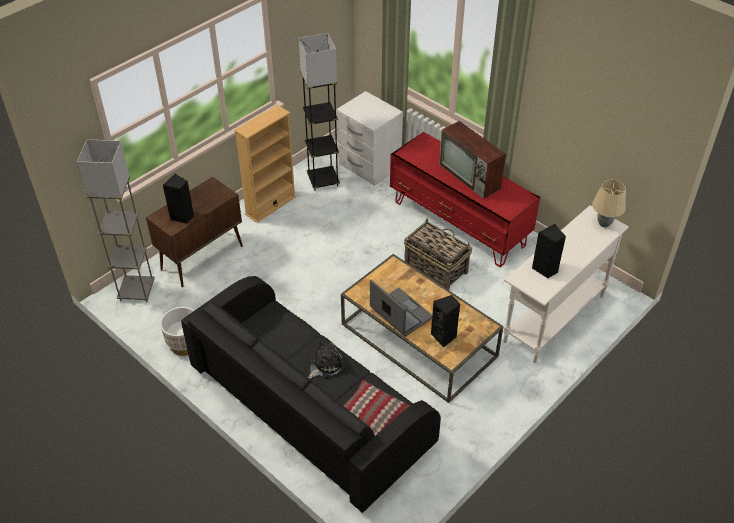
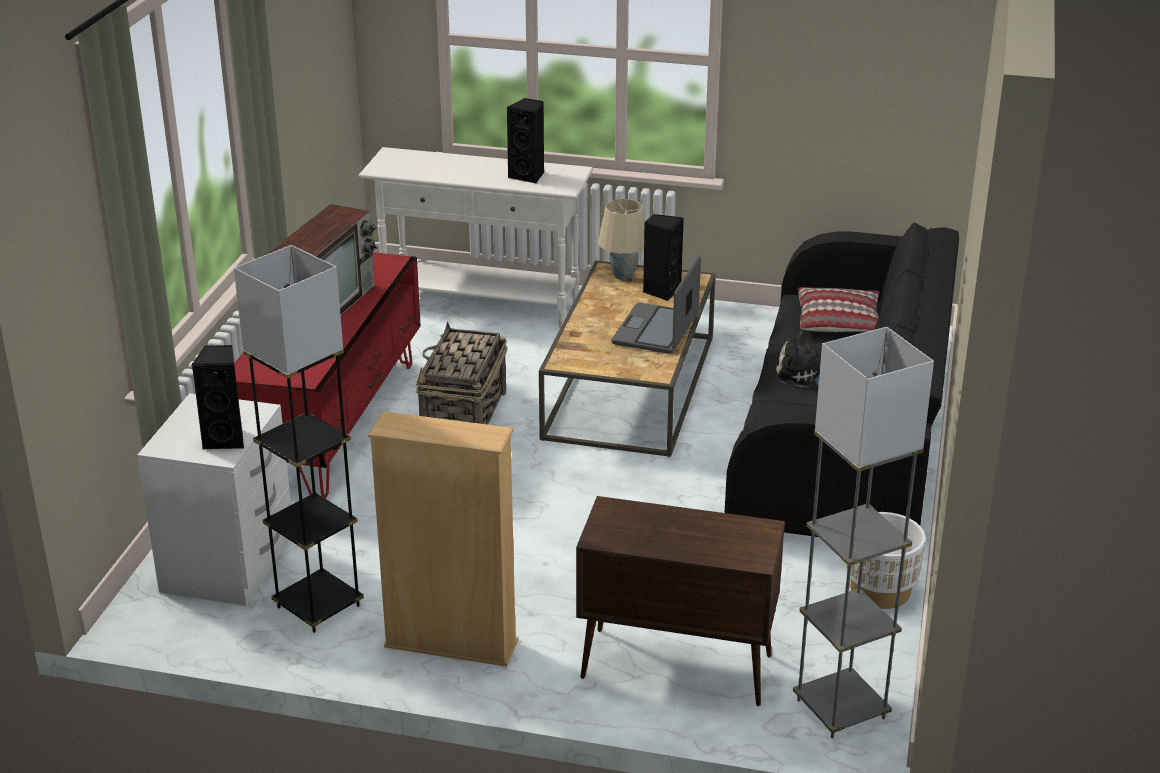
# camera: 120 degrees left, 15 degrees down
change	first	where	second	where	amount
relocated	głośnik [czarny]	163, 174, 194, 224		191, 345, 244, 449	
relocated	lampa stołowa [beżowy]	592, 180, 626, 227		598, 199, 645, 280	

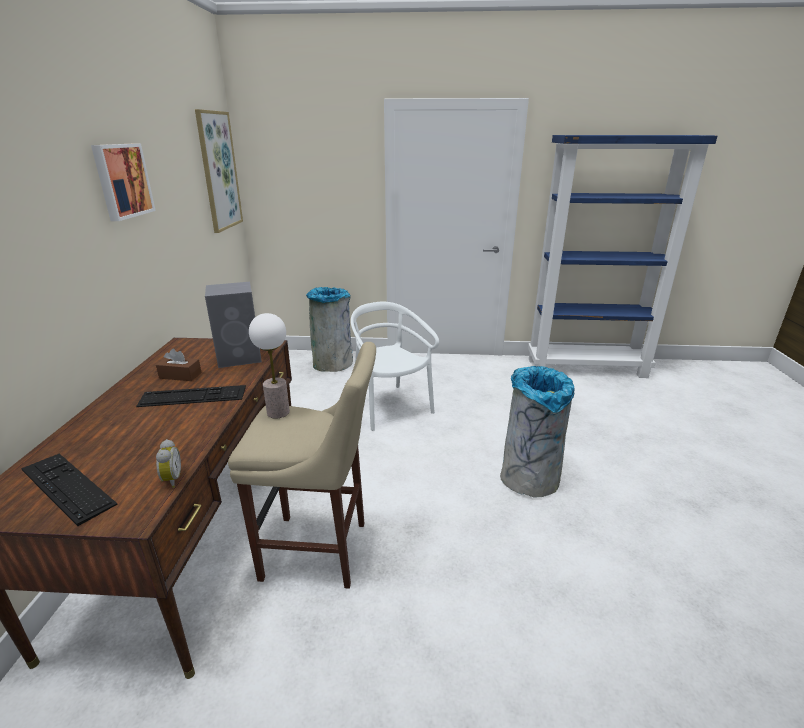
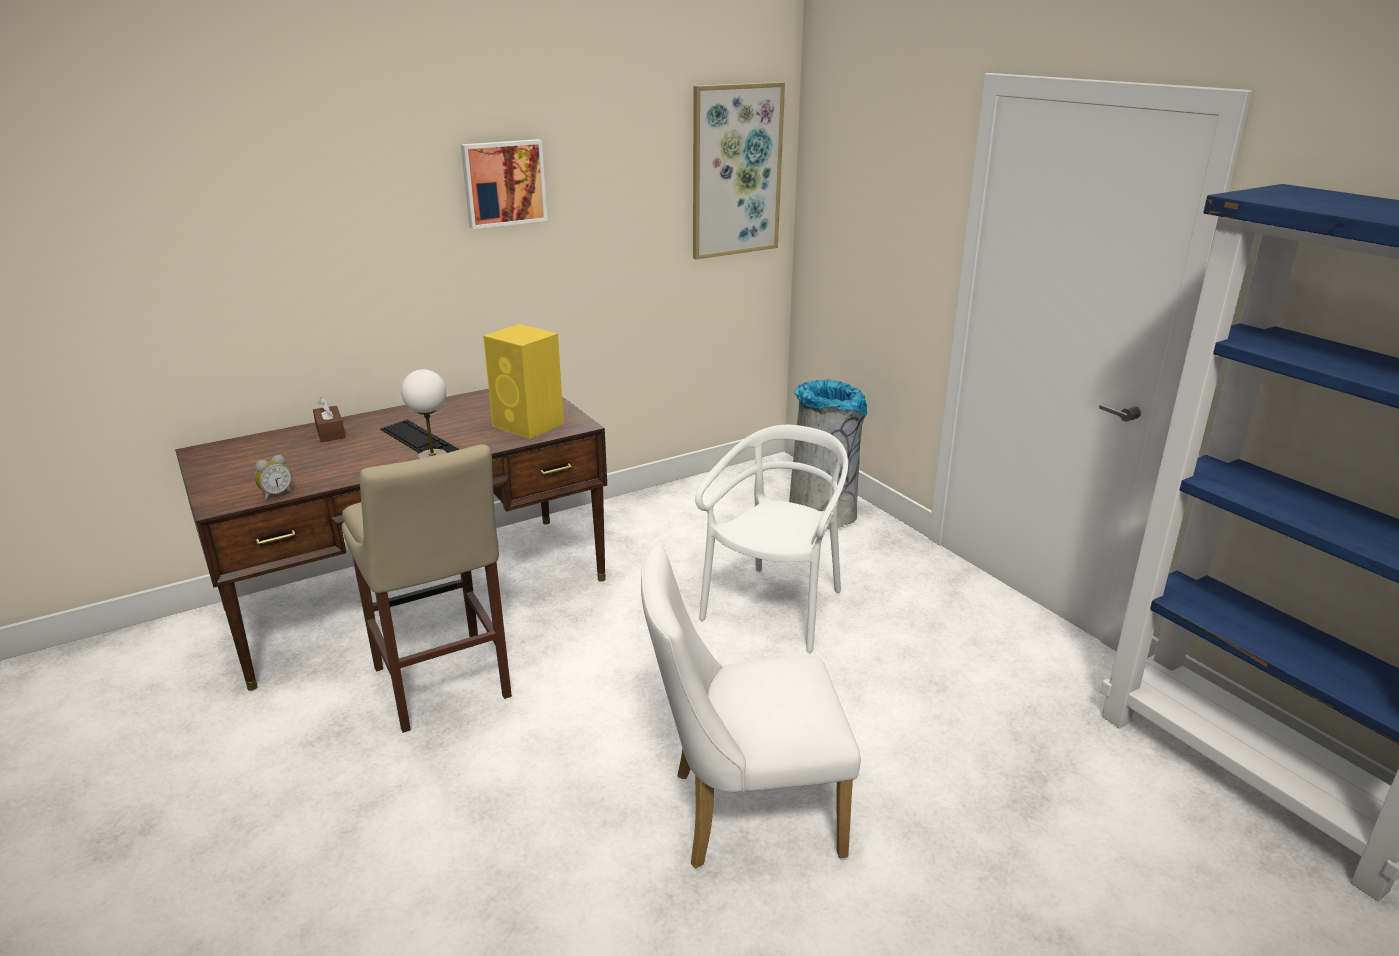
# camera: 55 degrees right, 0 degrees up
change	first	where	second	where	amount
missing	klawiatura	21, 454, 118, 526			
relocated	pudełko chusteczek [brązowy]	156, 349, 202, 381		313, 397, 345, 442	
exchanged	kosz na śmieci [szary]	500, 366, 574, 497	krzesło [biały]	641, 545, 861, 869	
colour	głośnik [szary]	205, 282, 262, 368	głośnik [żółty]	483, 324, 564, 439	

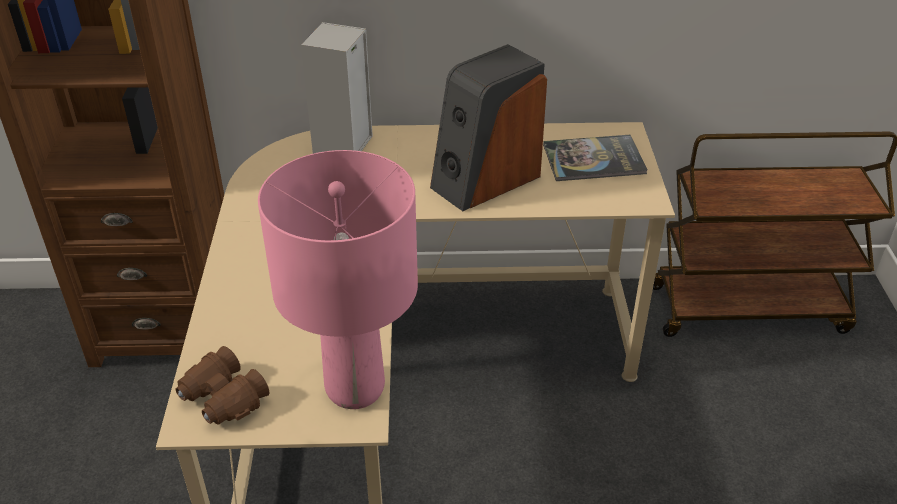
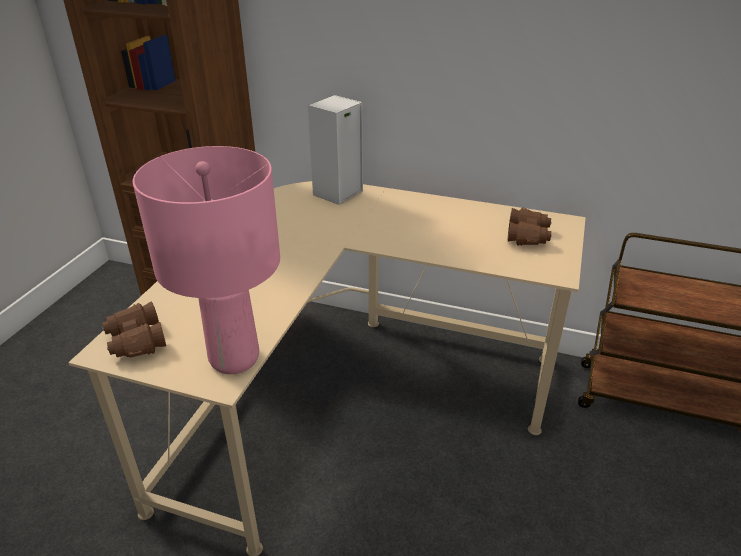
# camera: 20 degrees right, 5 degrees down
change	first	where	second	where	amount
missing	głośnik	430, 44, 547, 211			
exchanged	książka	543, 135, 648, 181	lornetka [brązowy]	508, 207, 552, 246	

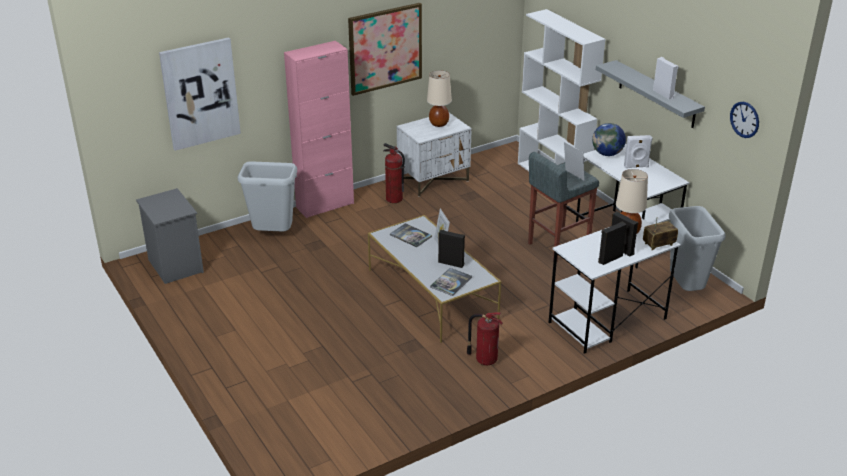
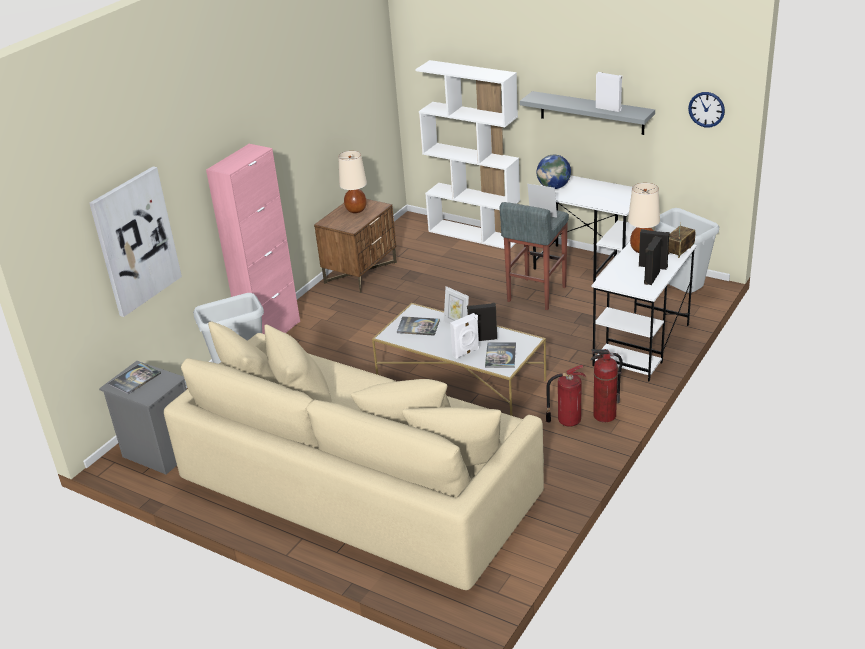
# camera: 25 degrees left, 0 degrees up
change	first	where	second	where	amount
missing	obraz	348, 3, 422, 96			
appeared			książka	109, 363, 161, 394	
appeared			kanapa [beżowy]	164, 321, 544, 590	
relocated	gaśnica	383, 143, 405, 203		590, 349, 623, 422	
relocated	głośnik [biały]	624, 135, 653, 168		450, 313, 480, 359	
colour	szafka nocna [biały]	397, 113, 472, 197	szafka nocna [brązowy]	314, 199, 397, 293	

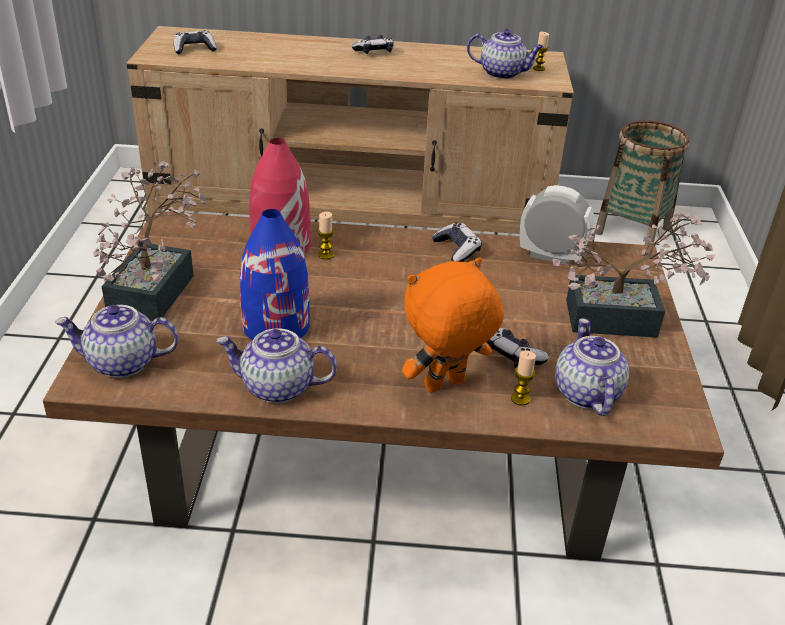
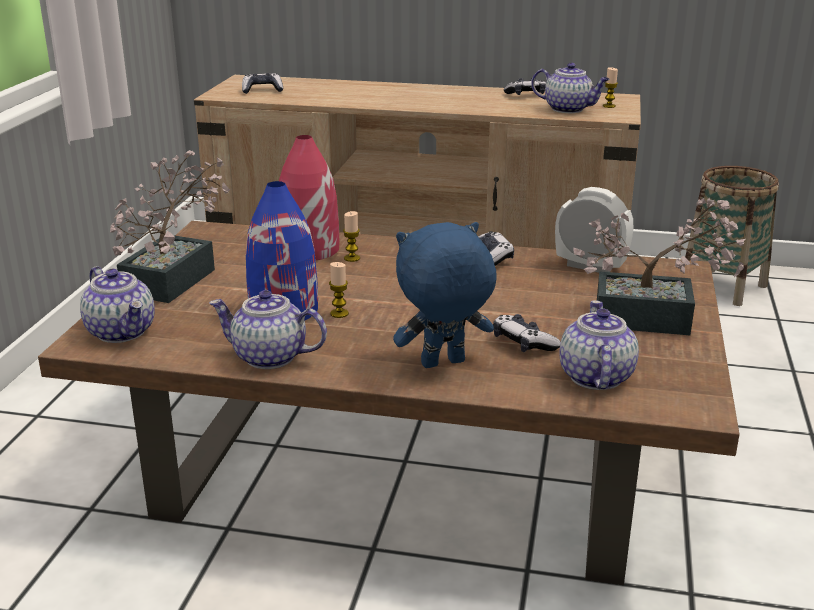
# camera: 10 degrees right, 10 degrees down
change	first	where	second	where	amount
relocated	pad do gier	352, 35, 394, 54		504, 77, 546, 95	
relocated	świeca	511, 350, 536, 406		329, 262, 349, 318	
colour	pluszak [pomarańczowy]	402, 257, 504, 393	pluszak [niebieski]	393, 222, 497, 368	
spun	imbryk	55, 305, 179, 378		80, 266, 155, 343	135 degrees counterclockwise

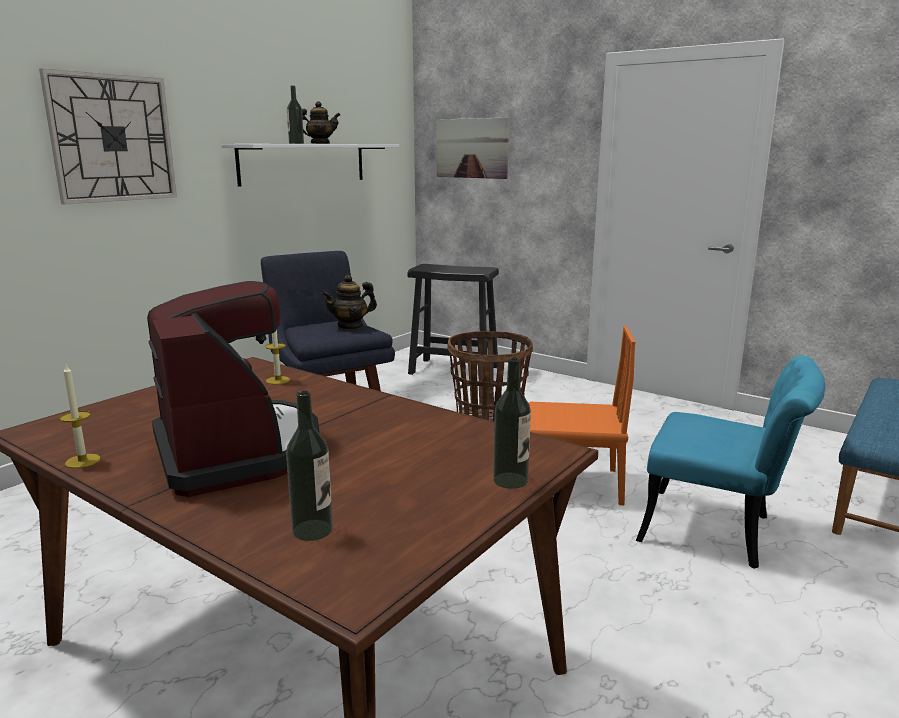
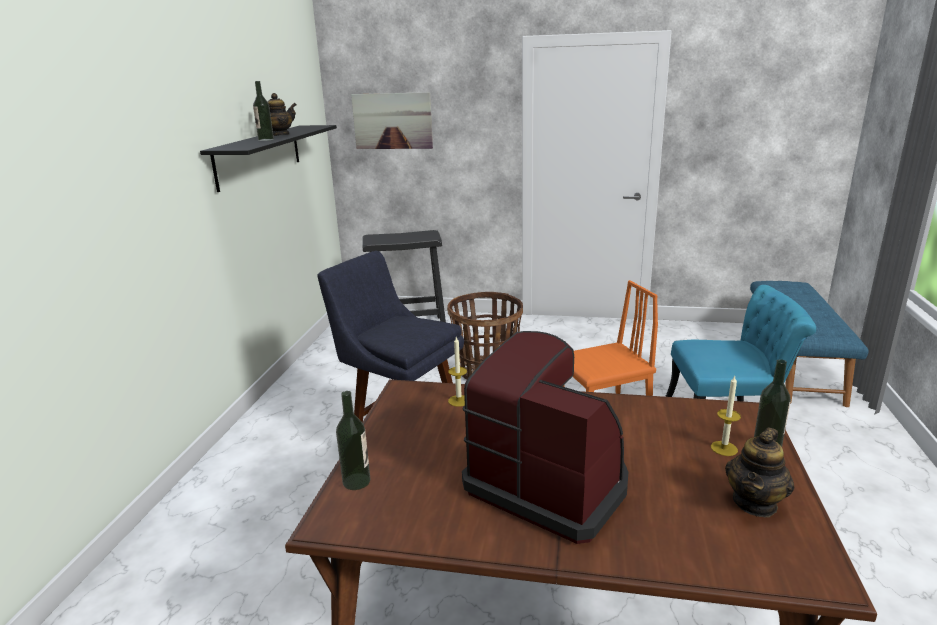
# camera: 25 degrees left, 5 degrees up
change	first	where	second	where	amount
missing	zegar ścienny	39, 68, 177, 205			
relocated	świeca	60, 365, 100, 468		711, 375, 741, 456	
relocated	butelka	286, 391, 333, 541		336, 391, 370, 490	
relocated	imbryk	321, 275, 377, 330		725, 427, 795, 518	
colour	półka [biały]	221, 144, 399, 187	półka [czarny]	200, 125, 337, 192	

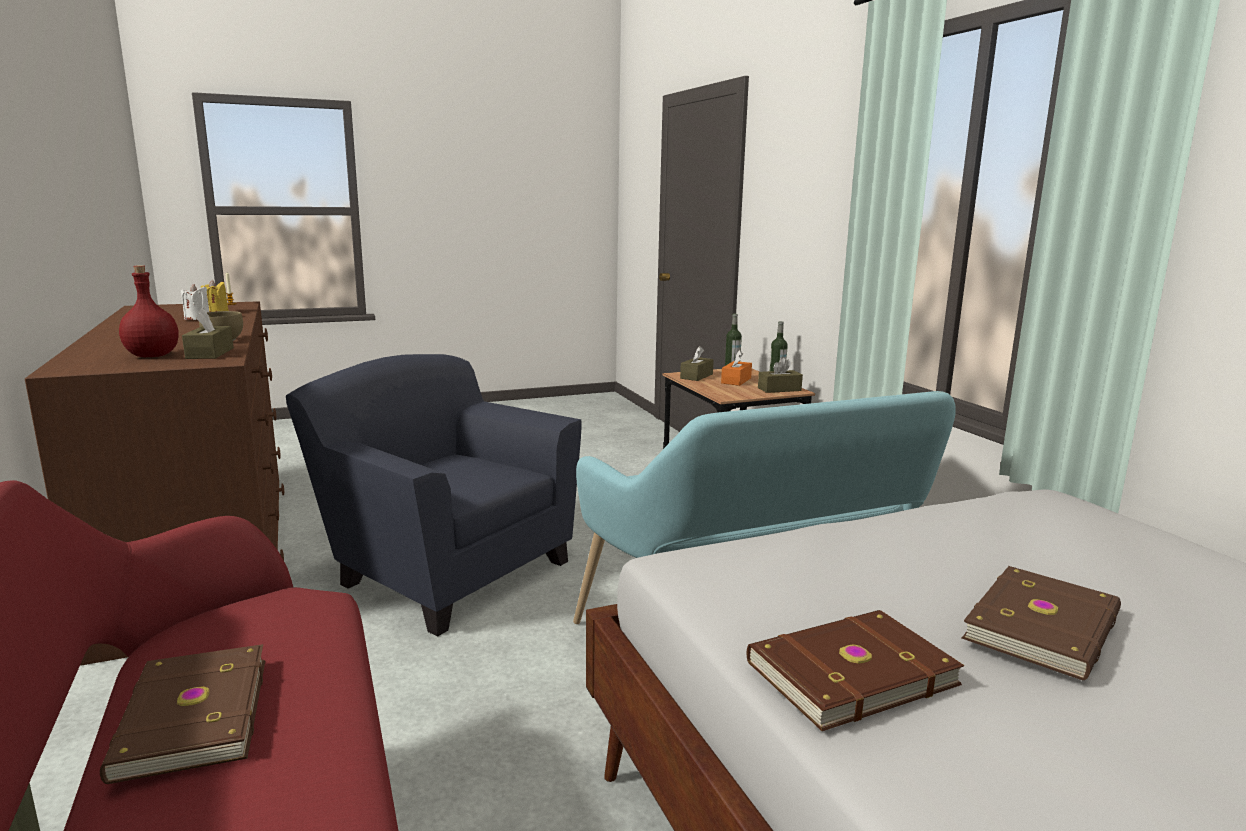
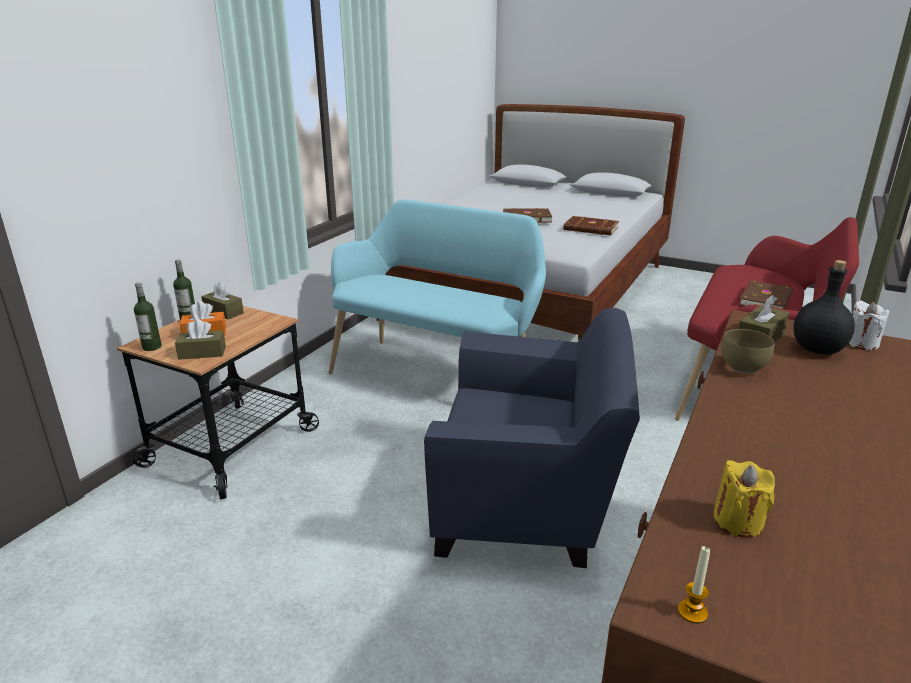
# camera: 130 degrees left, 10 degrees up
change	first	where	second	where	amount
relocated	świeca [biały]	181, 284, 210, 320		848, 300, 889, 350	
colour	butelka [czerwony]	119, 265, 179, 357	butelka [czarny]	793, 260, 855, 354	
spun	fotel [niebieski]	286, 354, 582, 636		424, 308, 640, 568	75 degrees counterclockwise

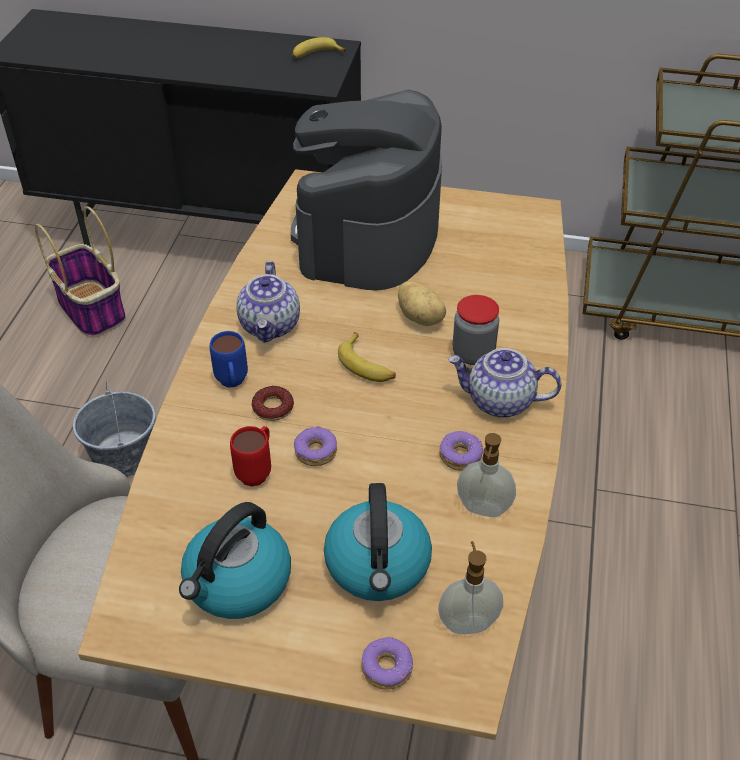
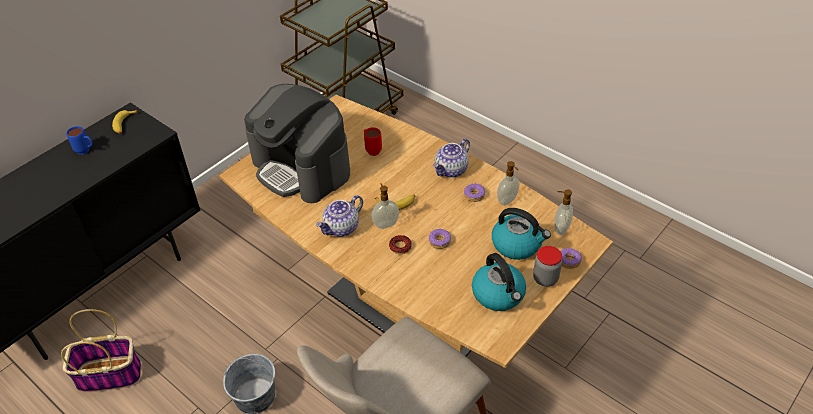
# camera: 60 degrees left, 0 degrees up
change	first	where	second	where	amount
missing	ziemniak	398, 281, 446, 326			
appeared			dozownik mydła	372, 183, 399, 229	
relocated	kubek [niebieski]	210, 331, 248, 387		66, 126, 93, 155	
relocated	kubek [czerwony]	230, 426, 271, 486		364, 127, 382, 156	
relocated	słoik	453, 295, 499, 365		533, 246, 562, 287	
spun	imbryk	236, 261, 300, 343		316, 195, 363, 237	105 degrees clockwise

